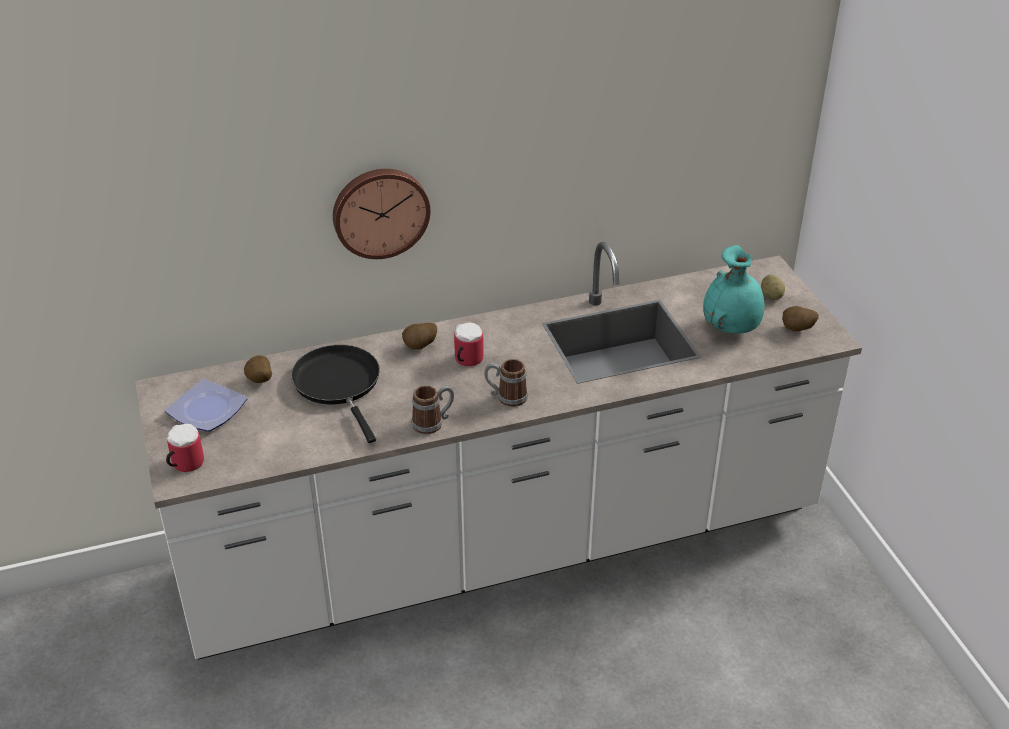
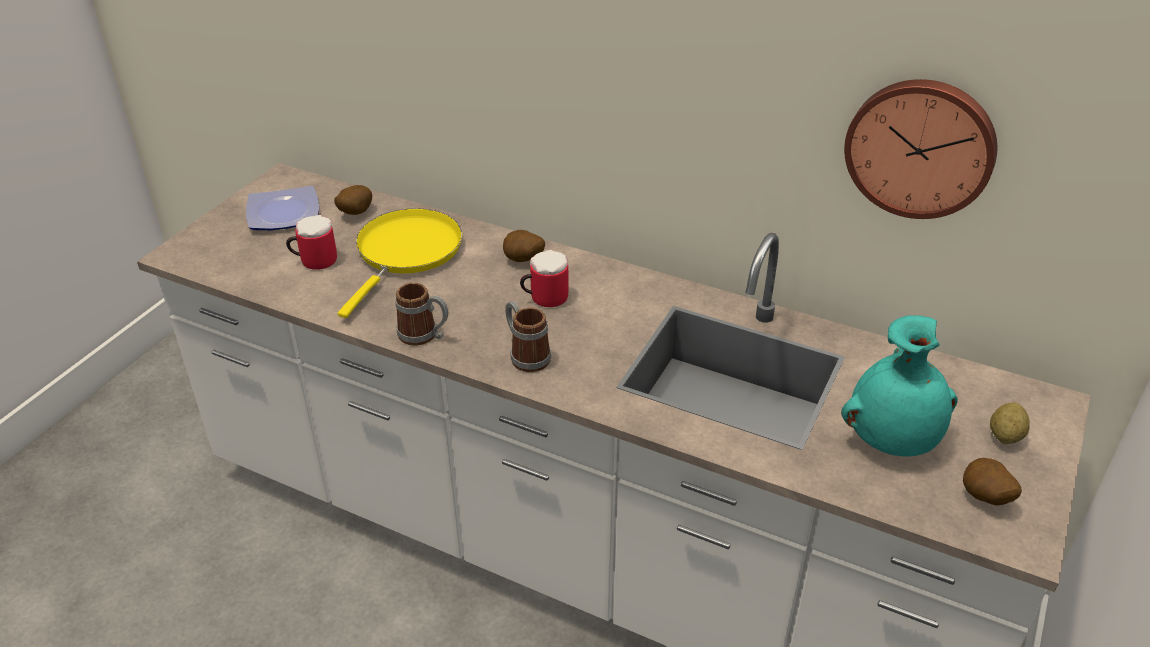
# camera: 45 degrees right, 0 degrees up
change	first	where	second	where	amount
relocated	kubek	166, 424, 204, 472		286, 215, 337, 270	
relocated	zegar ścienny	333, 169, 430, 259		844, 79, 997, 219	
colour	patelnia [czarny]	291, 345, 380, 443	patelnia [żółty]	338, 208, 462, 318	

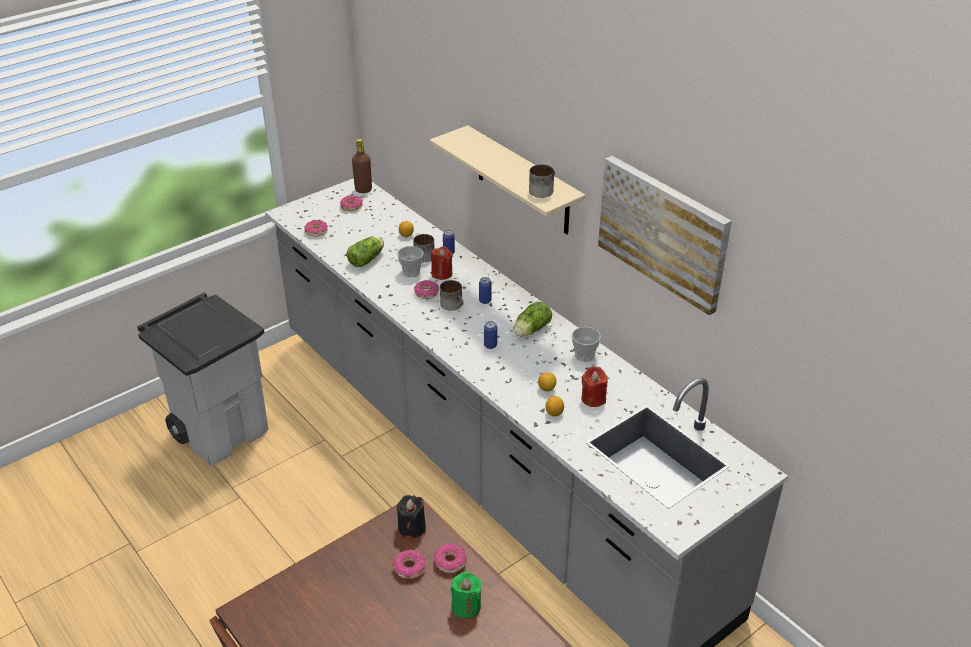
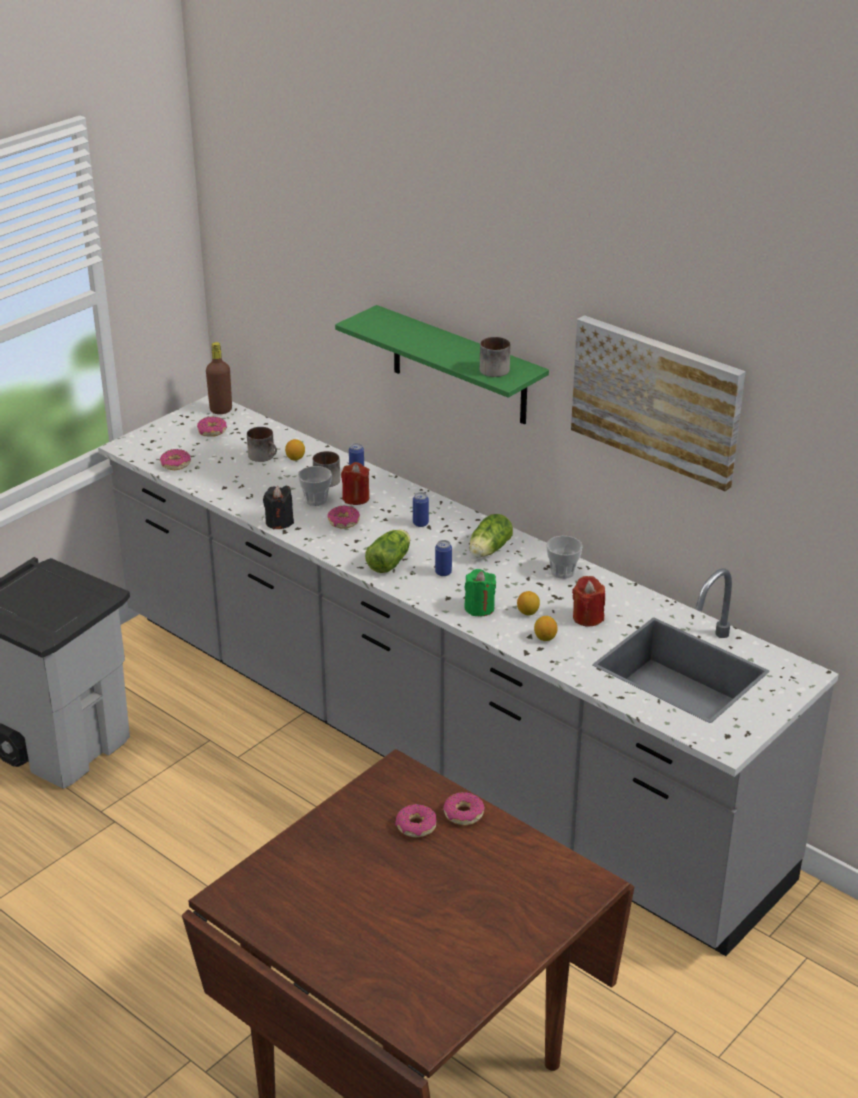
# camera: 10 degrees left, 5 degrees down
change	first	where	second	where	amount
relocated	sałata	347, 237, 384, 267		365, 530, 410, 573	
relocated	świeca [czarny]	397, 495, 426, 538		263, 485, 294, 530	
relocated	kubek	440, 280, 463, 310		247, 427, 277, 462	
relocated	świeca [zielony]	451, 572, 482, 618		464, 569, 496, 616	
colour	półka [beżowy]	430, 125, 586, 234	półka [zielony]	335, 305, 549, 425	

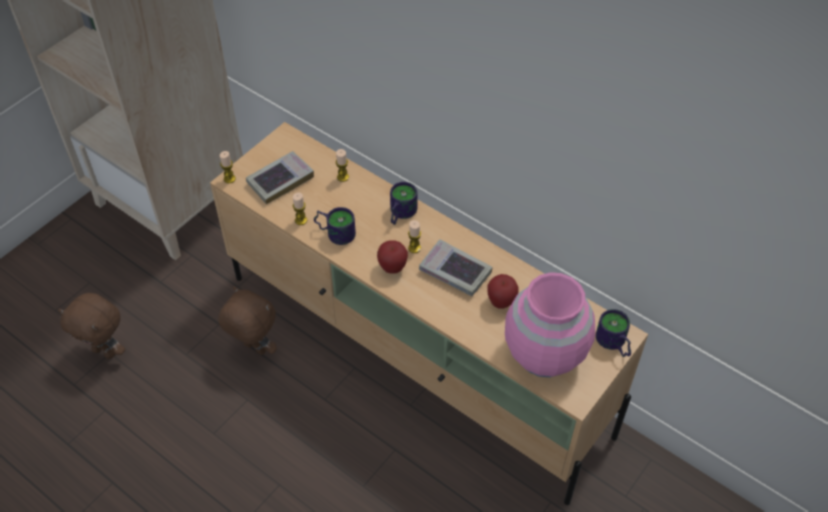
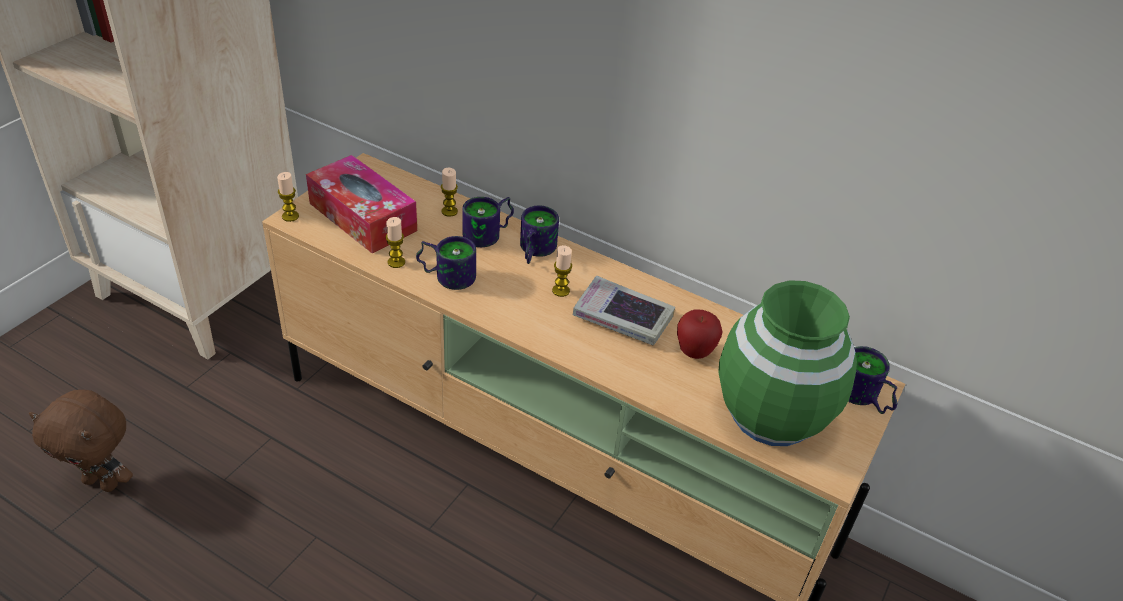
# camera: 10 degrees left, 10 degrees down
change	first	where	second	where	amount
missing	pluszak [brązowy]	218, 287, 277, 355			
missing	jabłko	377, 240, 408, 274			
appeared			kubek	462, 197, 514, 247	
exchanged	książka	246, 151, 314, 204	pudełko chusteczek	306, 155, 417, 253	
colour	wazon [różowy]	505, 272, 595, 377	wazon [zielony]	718, 280, 857, 446	

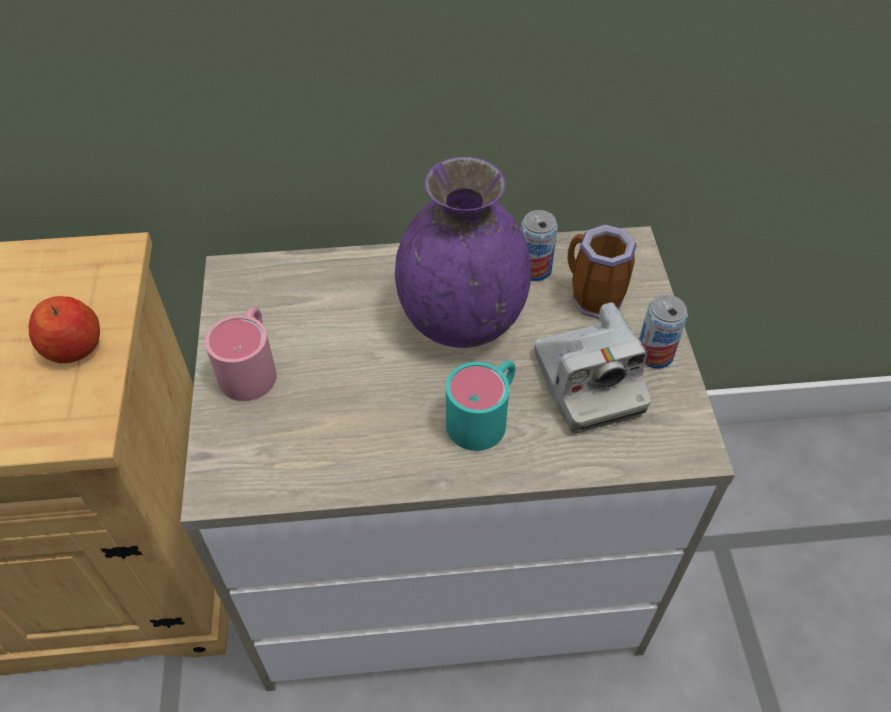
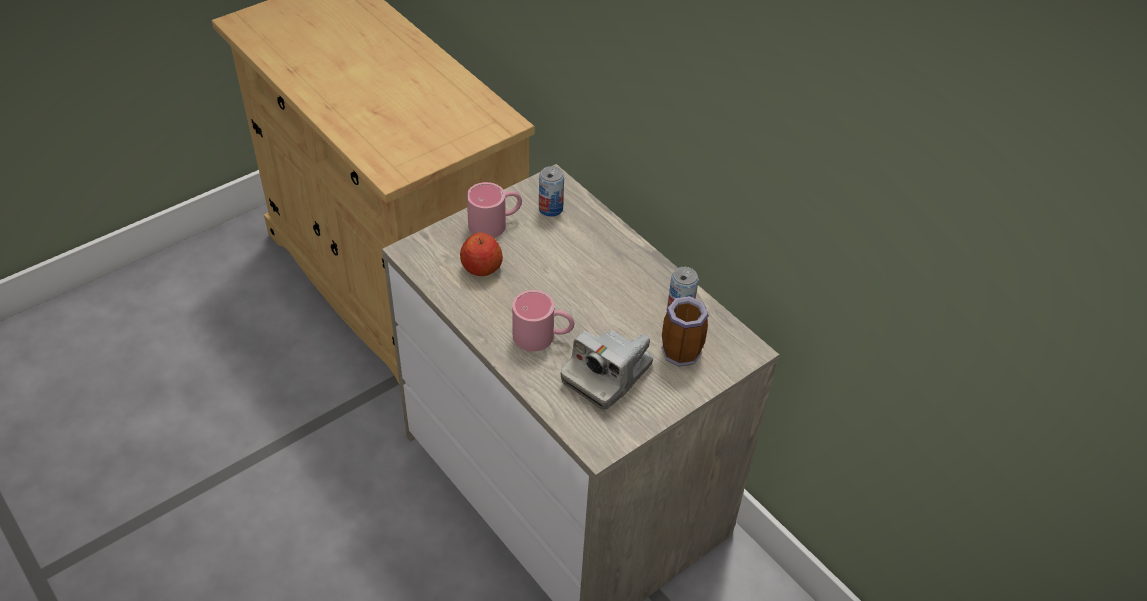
# camera: 55 degrees right, 5 degrees down
change	first	where	second	where	amount
missing	wazon [fioletowy]	395, 157, 531, 348			
relocated	jabłko	28, 296, 100, 363		460, 232, 503, 276	
relocated	puszka	639, 295, 688, 369		539, 166, 564, 217	
colour	kubek [turkusowy]	446, 361, 515, 451	kubek [różowy]	512, 290, 574, 352	

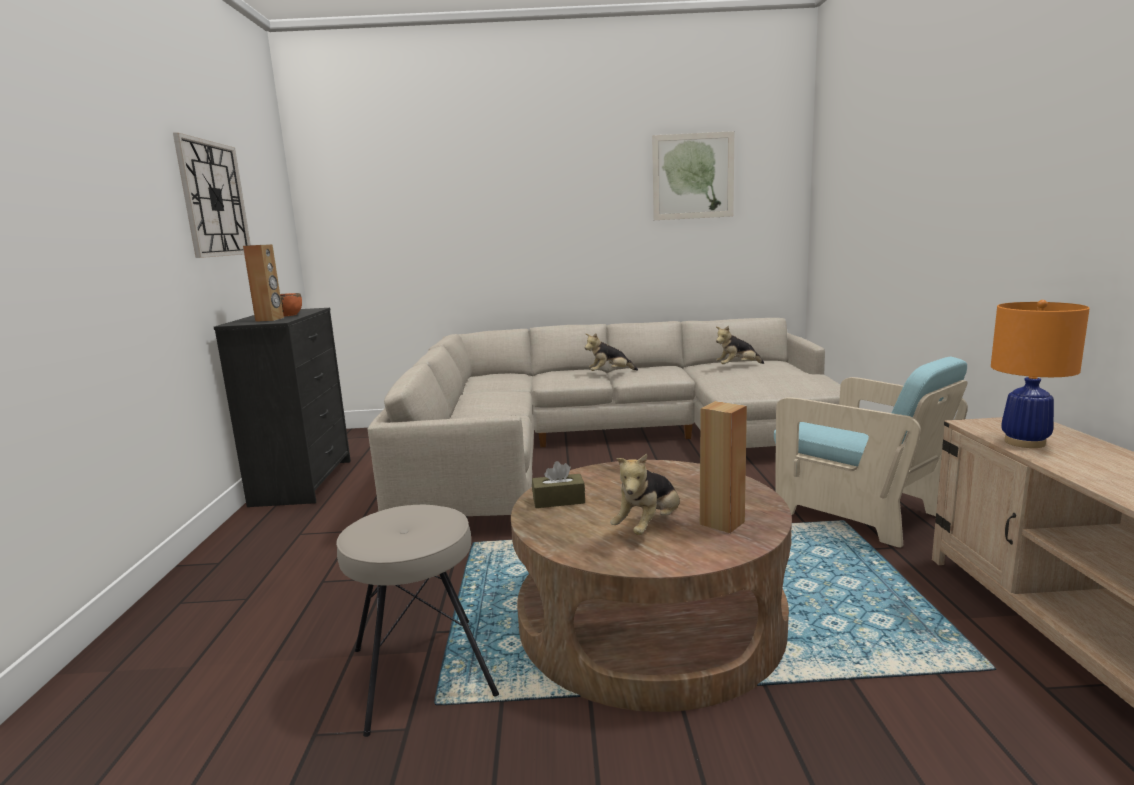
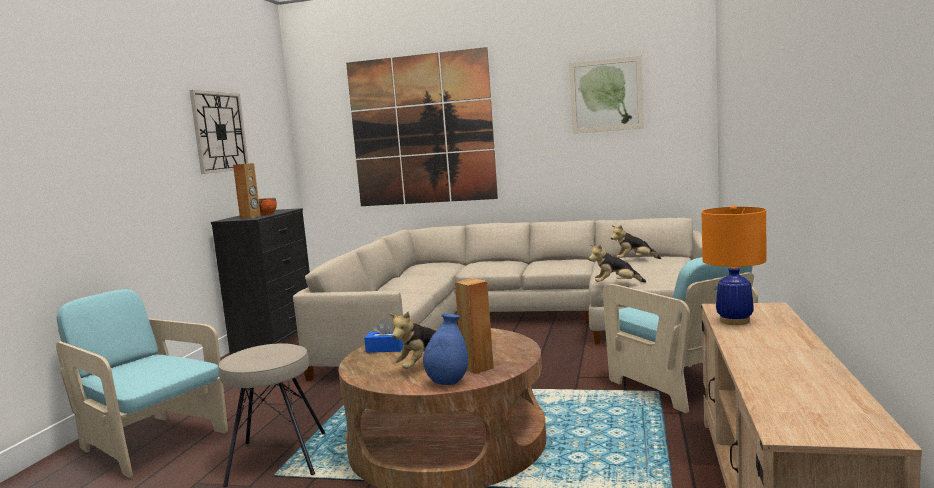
# camera: 15 degrees right, 5 degrees down
change	first	where	second	where	amount
appeared			fotel [turkusowy]	56, 289, 228, 478	
appeared			obraz	346, 47, 498, 206	
appeared			wazon [niebieski]	423, 313, 468, 385	
relocated	pluszak	585, 333, 638, 371		589, 244, 646, 283	
colour	pudełko chusteczek [brązowy]	532, 461, 585, 508	pudełko chusteczek [niebieski]	364, 320, 403, 353	

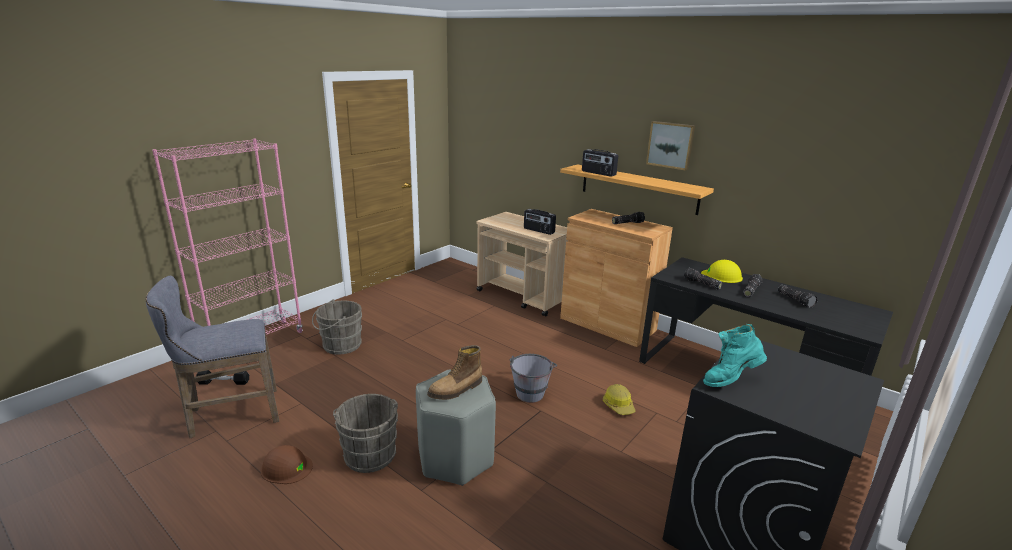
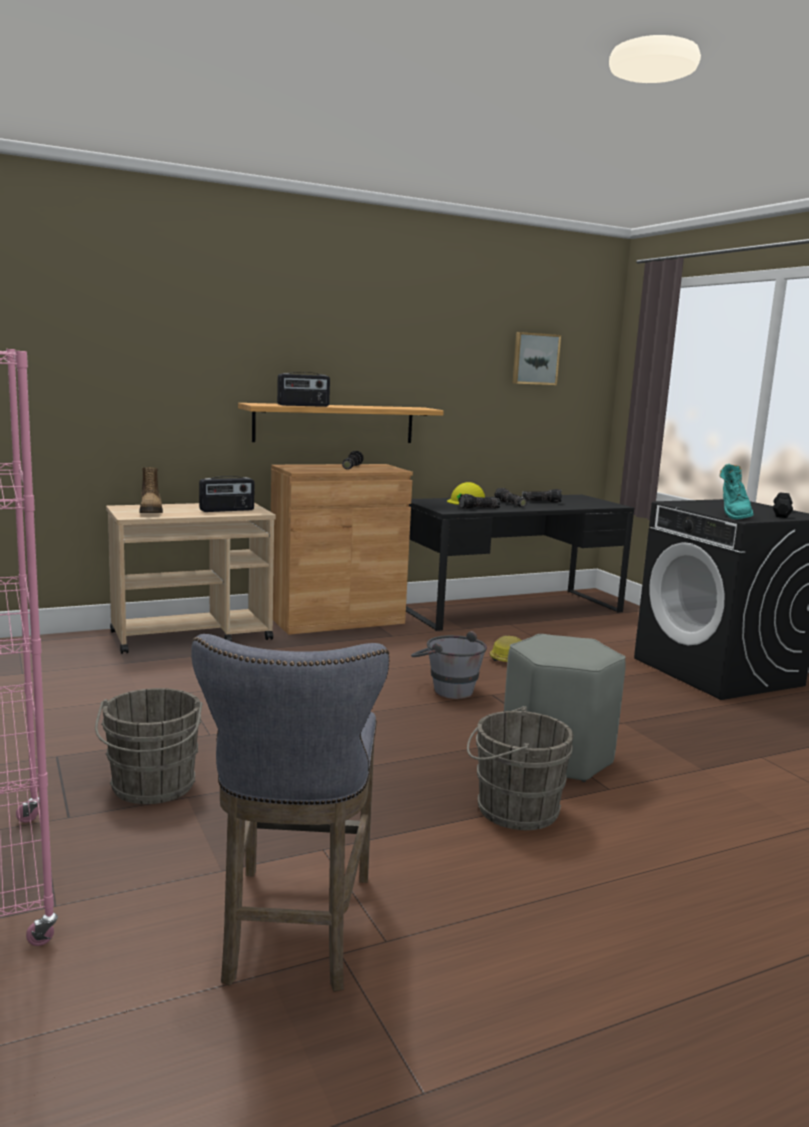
# camera: 65 degrees left, 10 degrees down
change	first	where	second	where	amount
missing	kask [brązowy]	260, 445, 313, 484			
relocated	hantel [czarny]	196, 370, 249, 385		773, 492, 793, 518	
relocated	but z cholewką	427, 345, 482, 400		139, 467, 163, 513	
relocated	obraz	646, 121, 695, 171		513, 332, 561, 385	

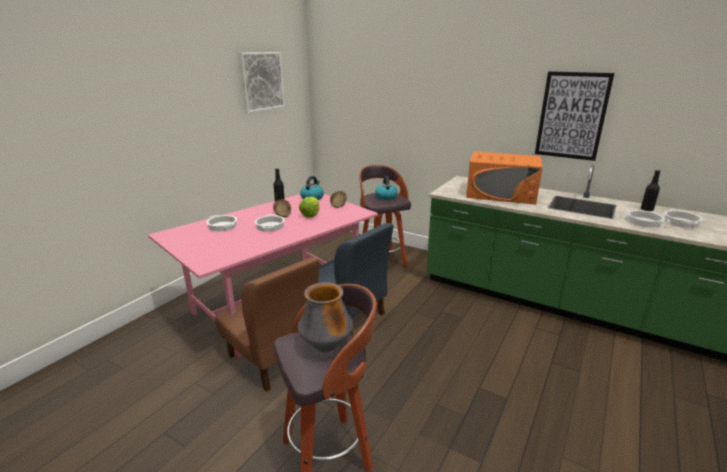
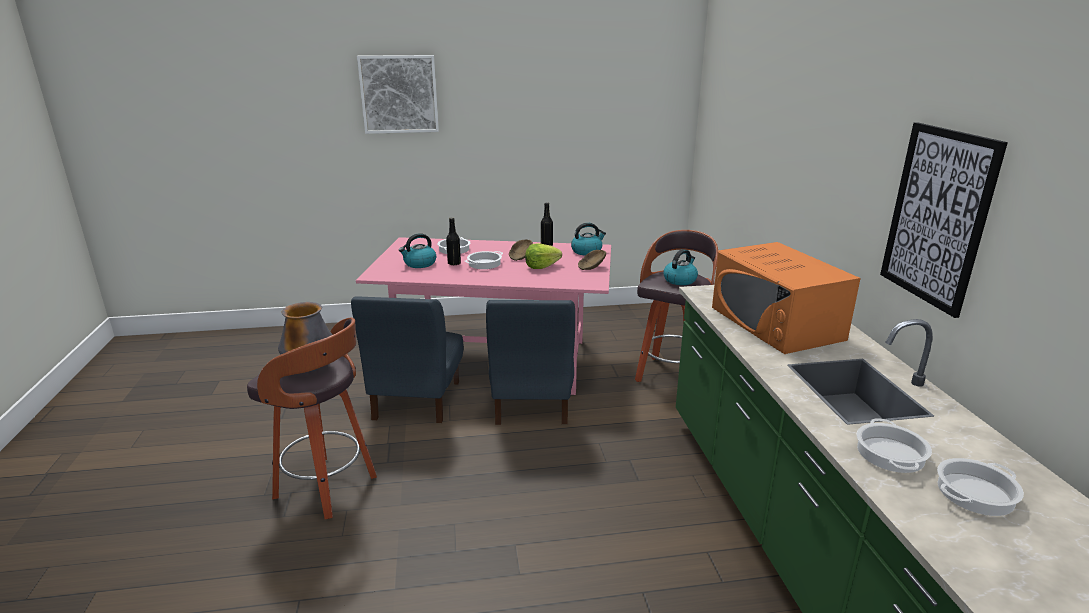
# camera: 50 degrees right, 0 degrees up
change	first	where	second	where	amount
appeared			czajnik	399, 233, 436, 268	
relocated	obraz	239, 52, 285, 113		357, 55, 439, 134	
relocated	butelka [czarny]	641, 170, 661, 211		446, 217, 461, 265	
colour	krzesło [brązowy]	215, 257, 319, 392	krzesło [niebieski]	351, 296, 464, 423	

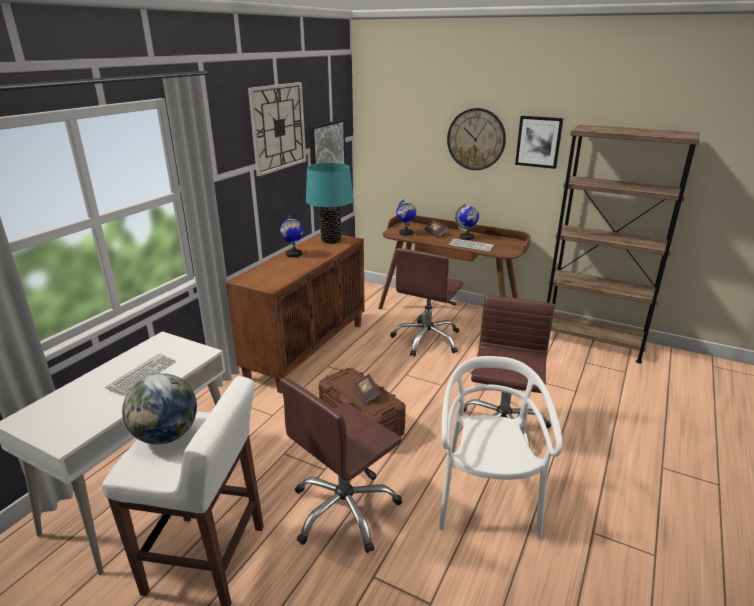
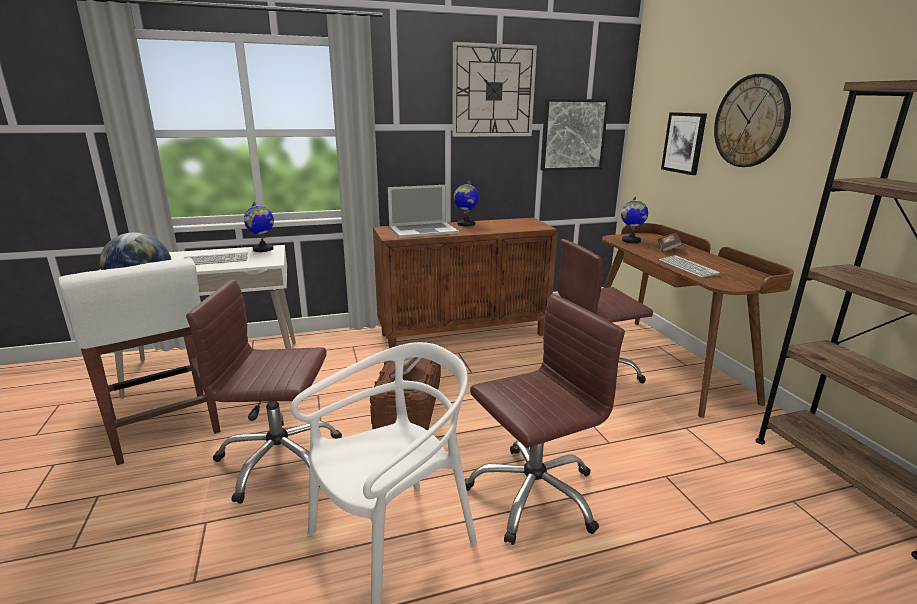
# camera: 45 degrees right, 5 degrees down
change	first	where	second	where	amount
missing	lampa stołowa [turkusowy]	306, 163, 354, 244			
appeared			laptop	388, 185, 459, 238	
relocated	globus	455, 204, 479, 240		244, 201, 274, 252	
relocated	obraz	515, 116, 564, 169		661, 112, 707, 175	

